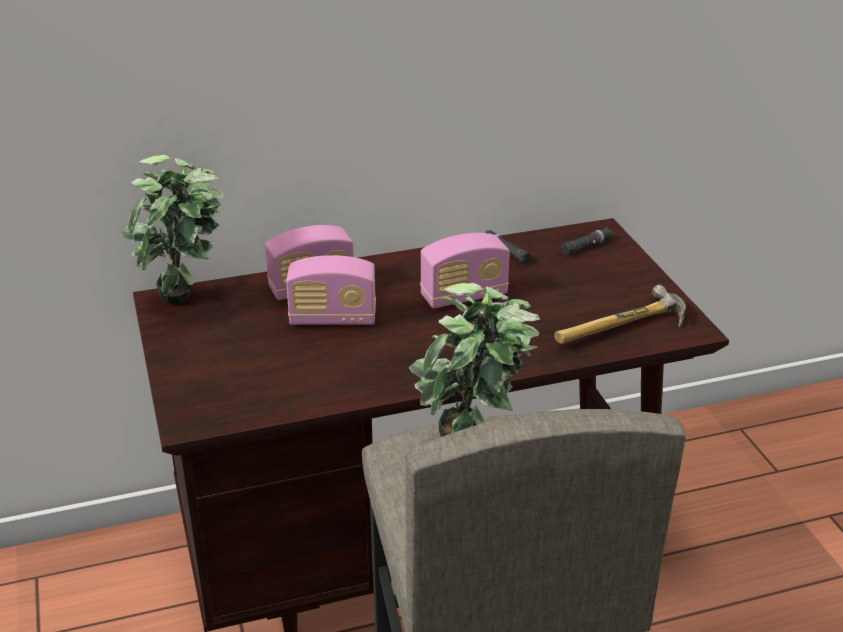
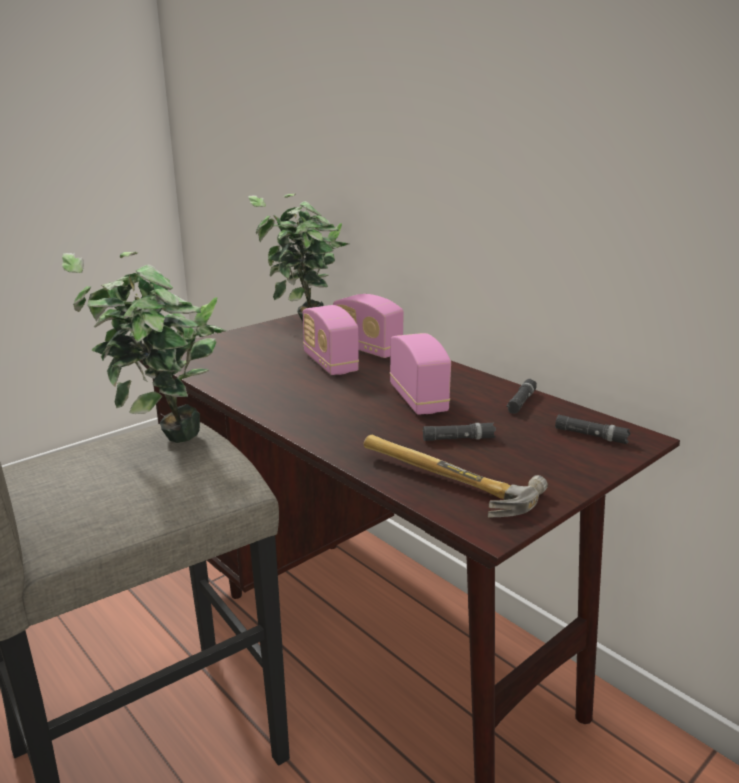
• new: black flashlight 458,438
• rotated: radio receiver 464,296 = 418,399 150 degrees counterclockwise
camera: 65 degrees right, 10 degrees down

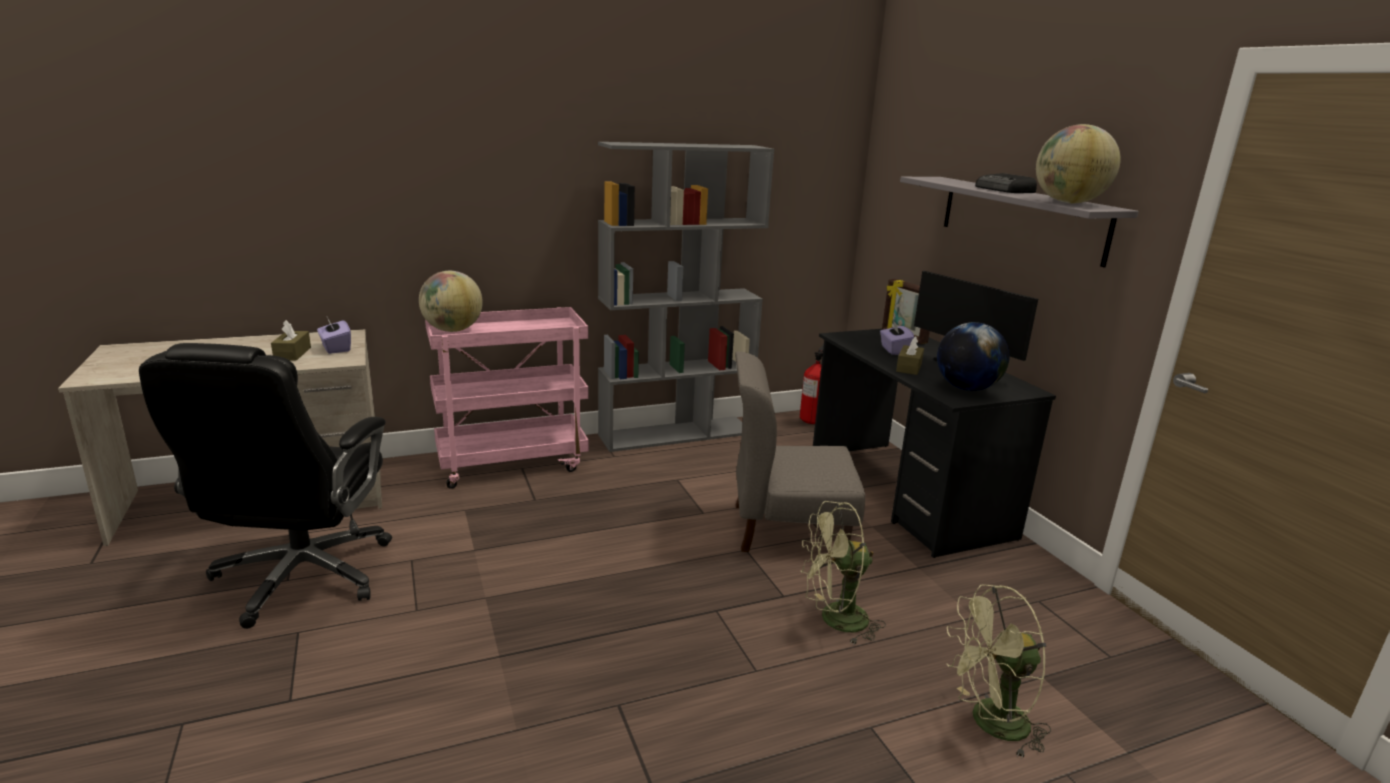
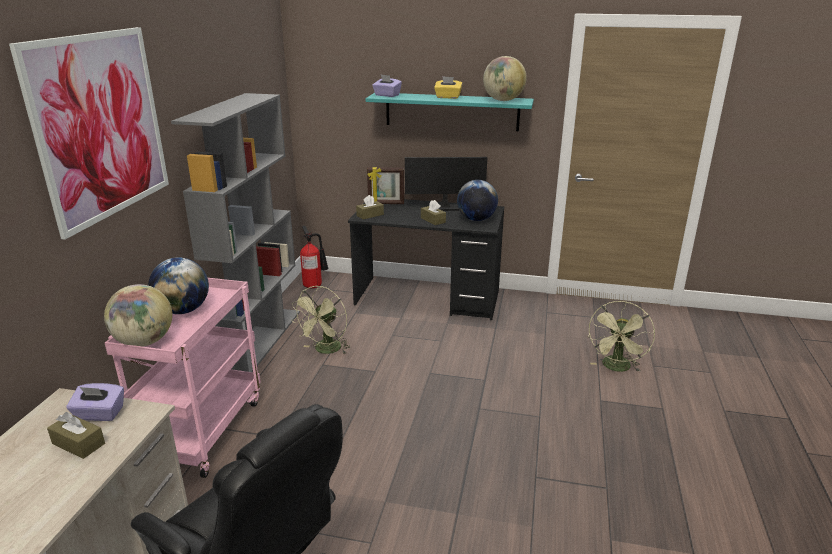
• gone: greyish upright chair 787,528
• new: wall picture 101,126
• new: world globe 183,310
• new: brownish box of tissues 370,215
• shifted: greenish cooling fan 834,620 to 325,350
• shifted: purple box of tissues 894,350 to 387,95
• swapped: radio receiver 1005,190 to yellow box of tissues 448,97
• repainted: greyish wall shelf 1020,218 to turquoise-coloured wall shelf 451,111
camera: 55 degrees left, 5 degrees up

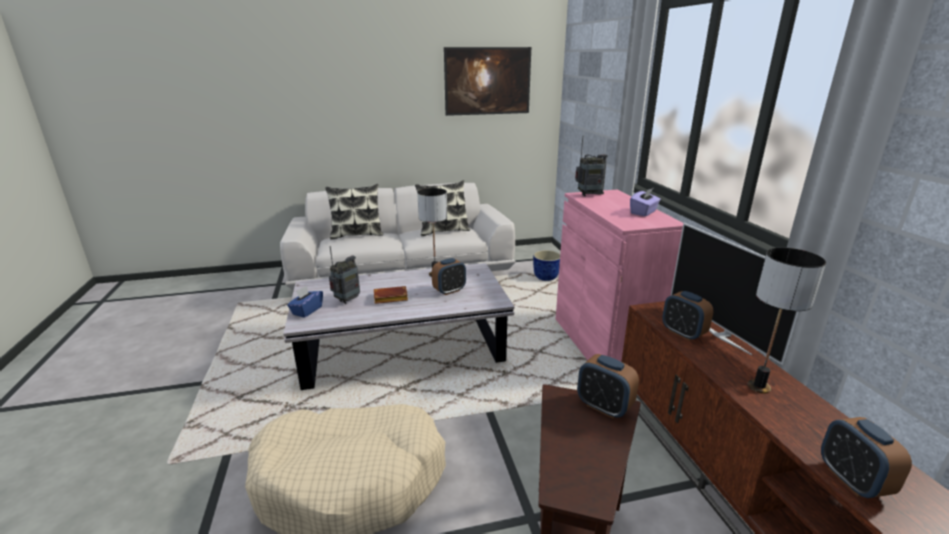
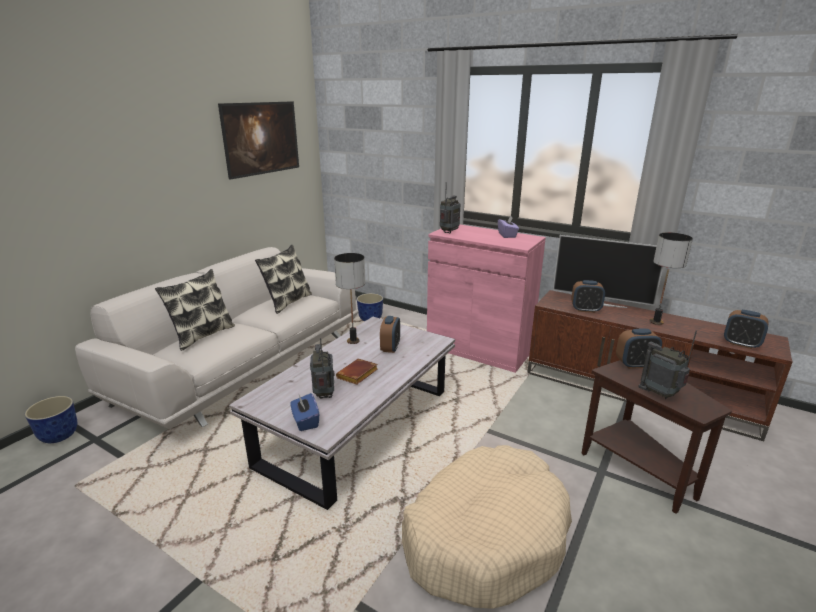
• new: plant pot 59,435
• new: radio receiver 660,394
camera: 45 degrees left, 0 degrees up

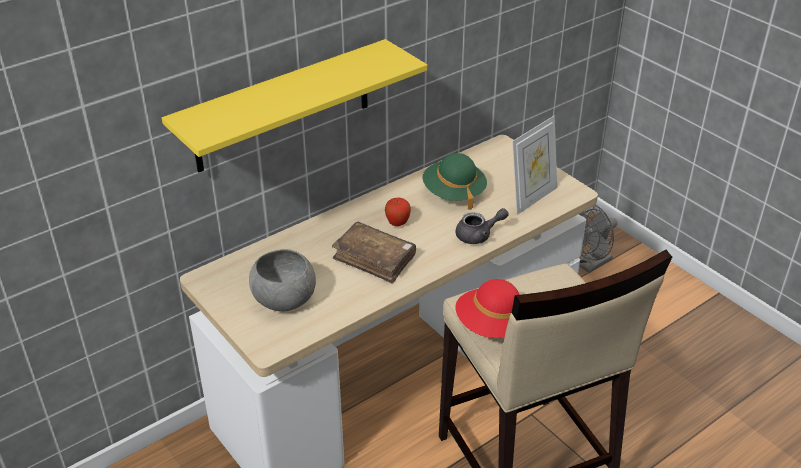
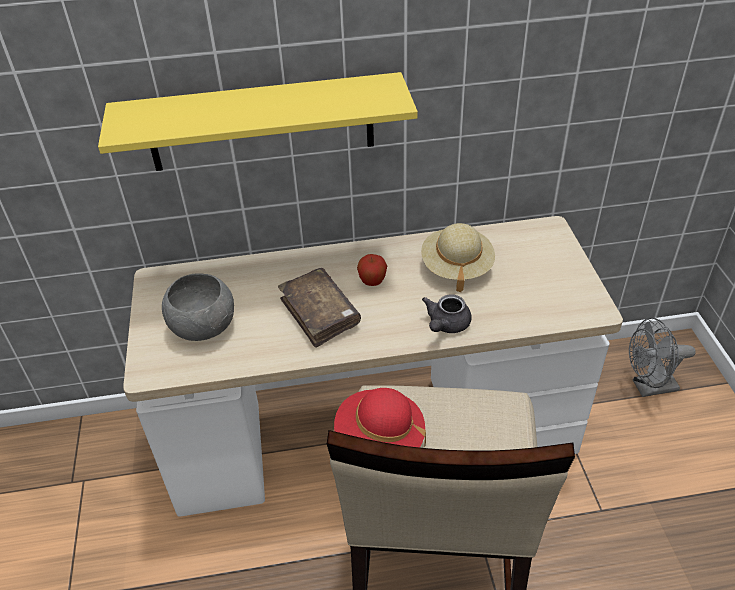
• gone: photo frame 532,198
• repainted: greenish clothing hat 453,193 to beige-coloured clothing hat 456,267
• rotated: greyish teapot 478,235 = 446,325 105 degrees clockwise
camera: 30 degrees right, 5 degrees up

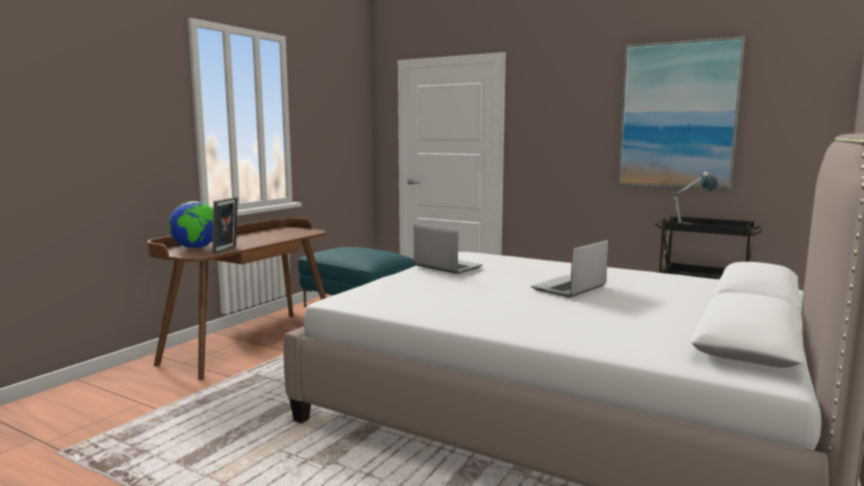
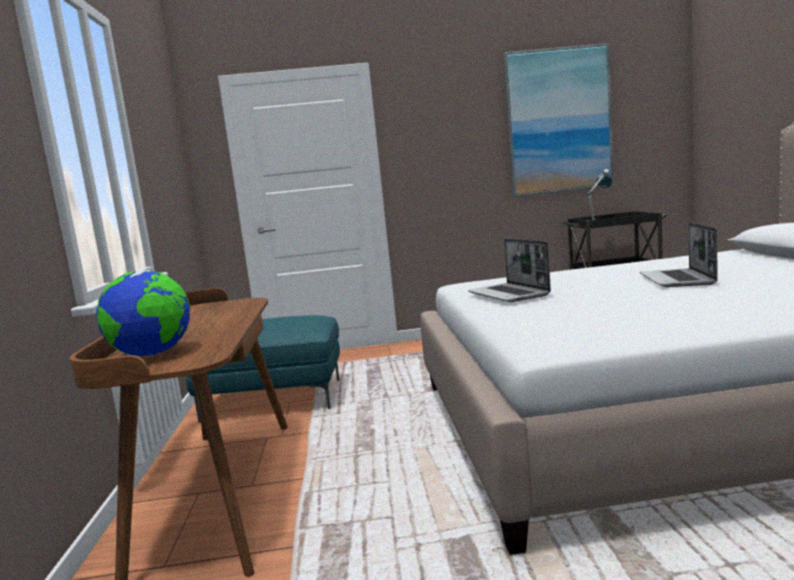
• gone: photo frame 226,250
• rotated: portable computer 446,266 = 509,294 120 degrees counterclockwise
camera: 35 degrees left, 0 degrees up

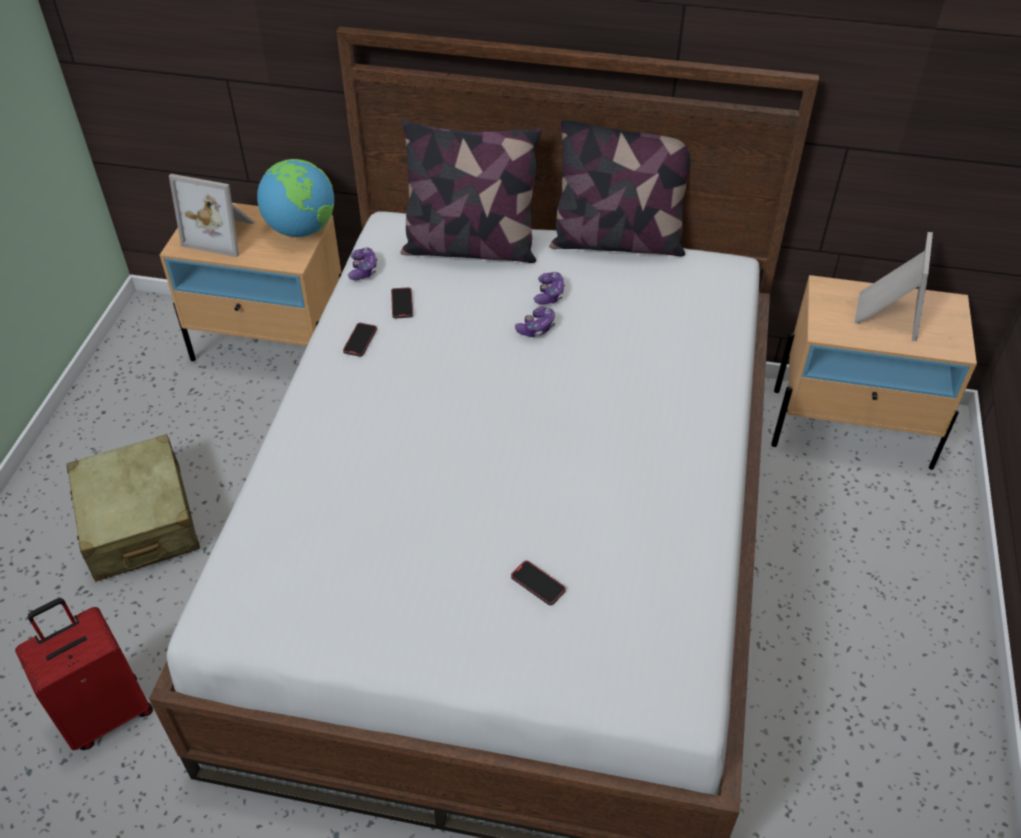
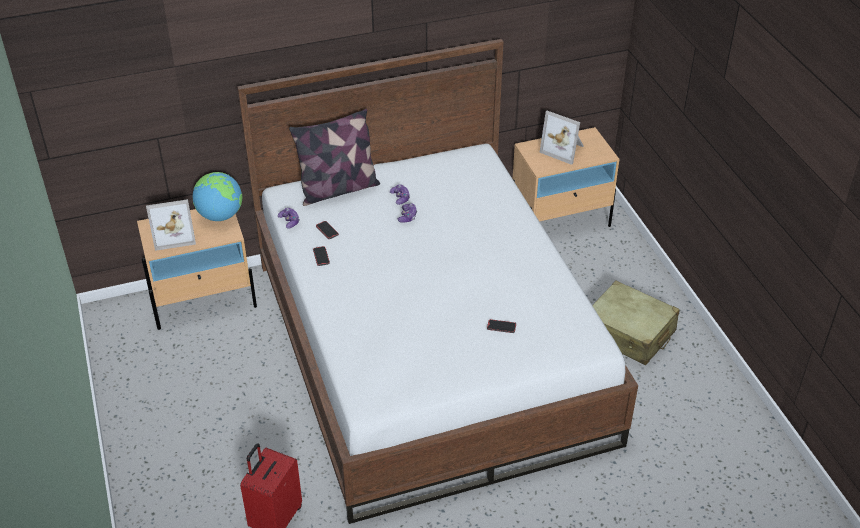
• gone: pillow 617,241
• shifted: beige-coloured travel case 139,522 to 629,333
• rotated: photo frame 886,313 = 564,149 135 degrees clockwise
camera: 30 degrees left, 5 degrees down

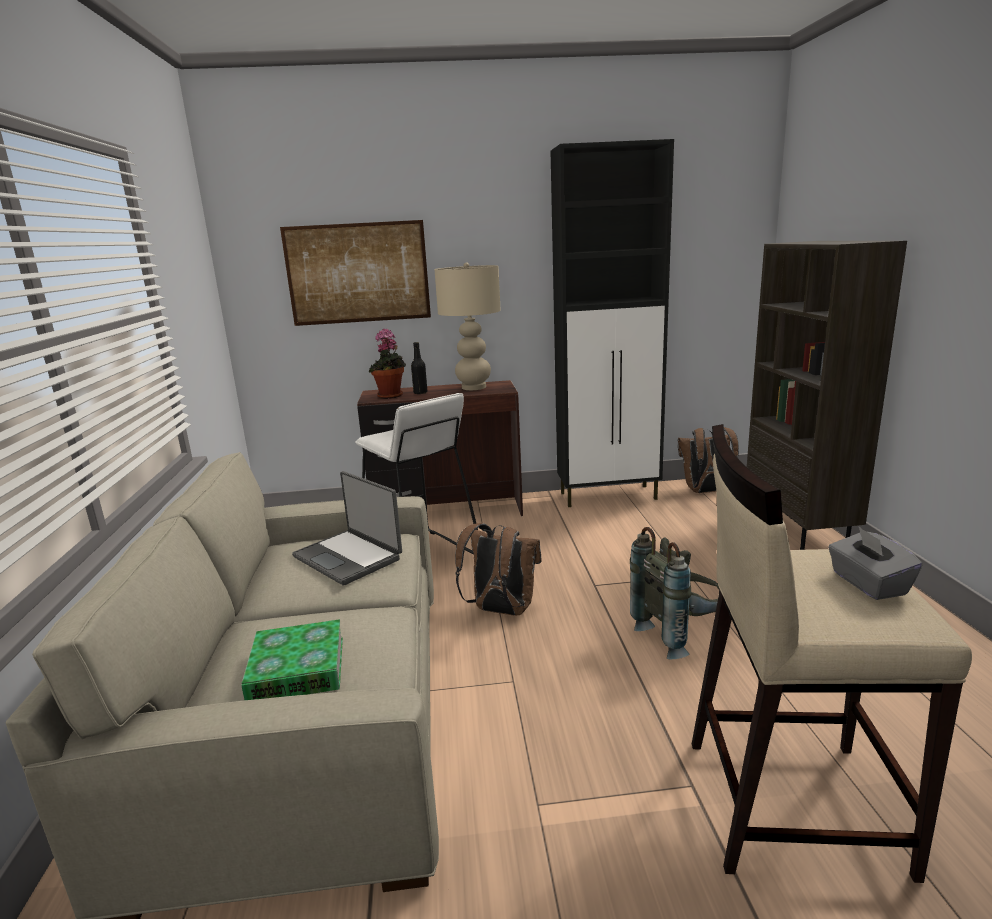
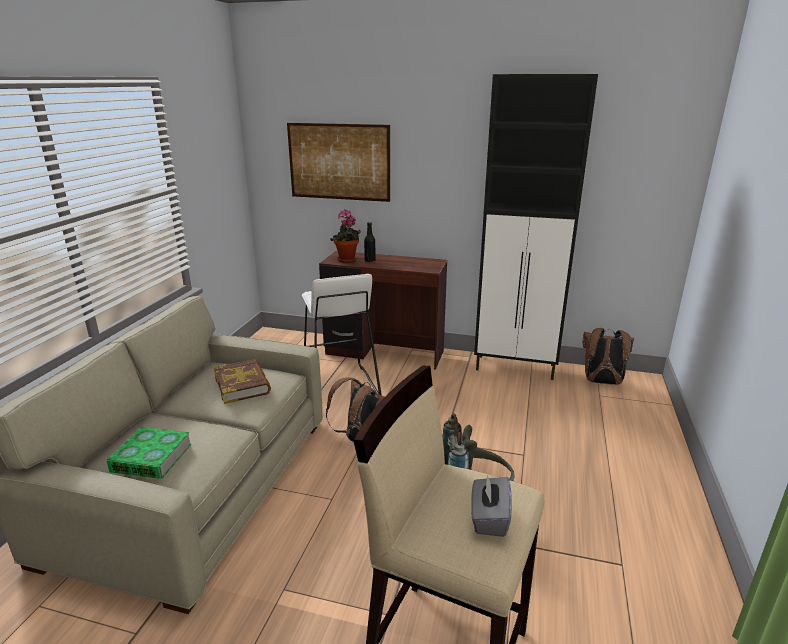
• gone: beige-coloured tabletop lamp 473,387
• gone: brownish shelving unit 799,530
• swapped: portable computer 349,557 to bound book 243,385
camera: 20 degrees right, 5 degrees up

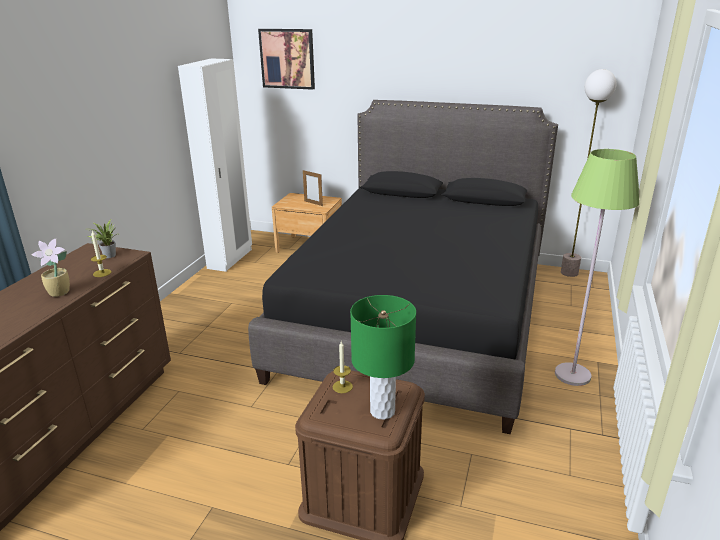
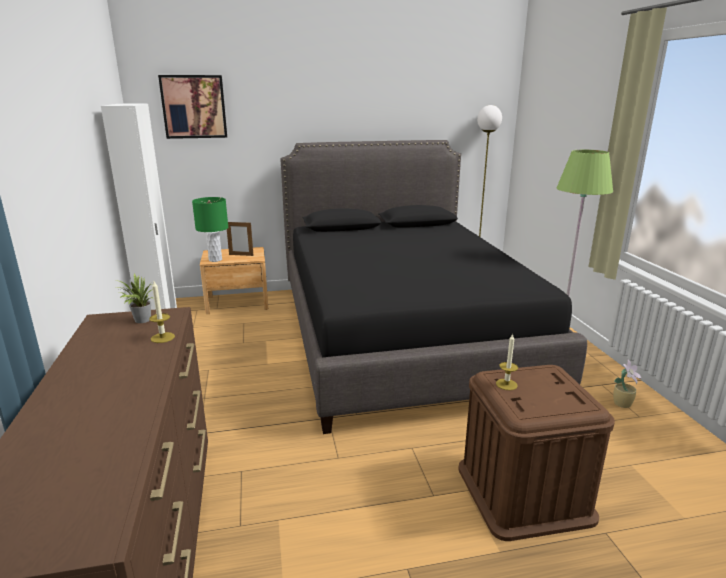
• shifted: houseplant 60,293 to 622,404
• shifted: greenish tabletop lamp 382,411 to 215,260
camera: 30 degrees left, 5 degrees down

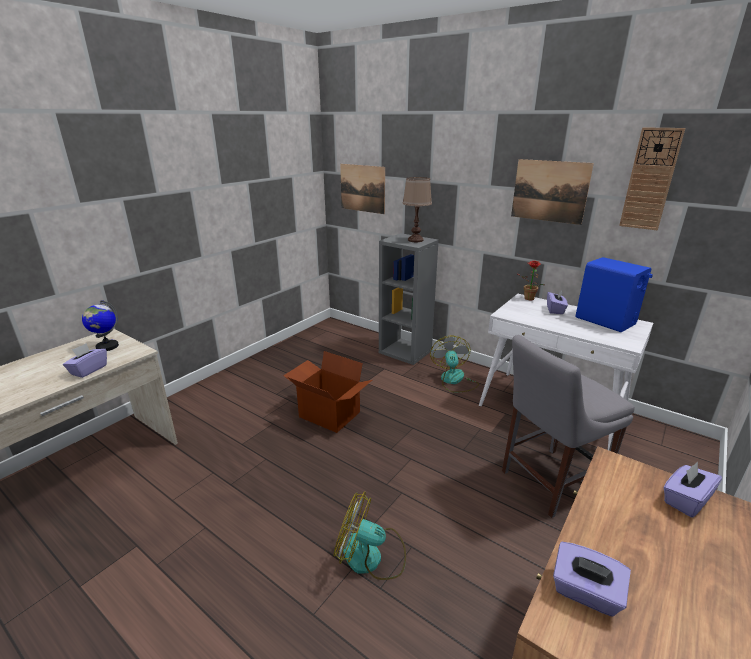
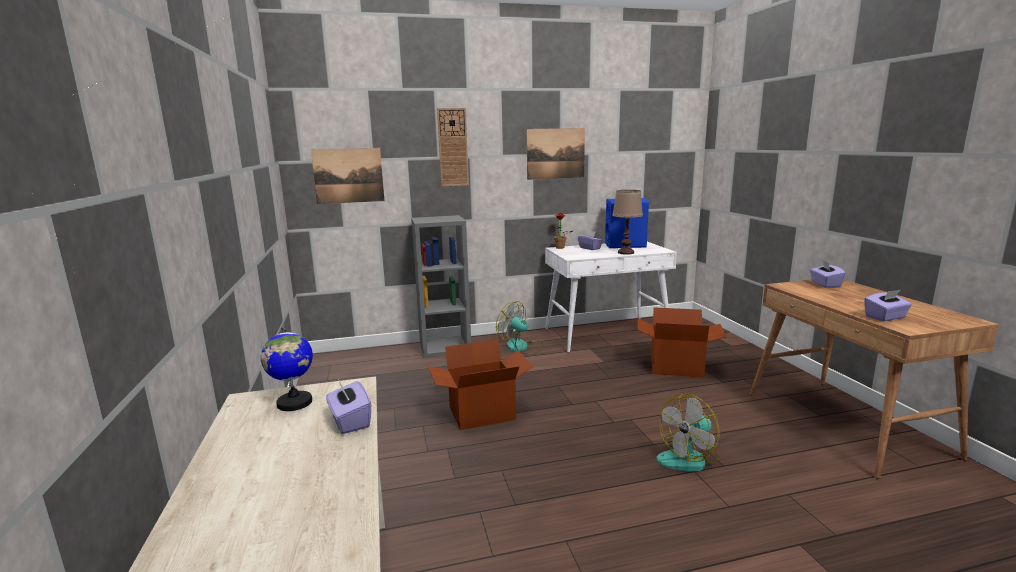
• shifted: brownish tabletop lamp 415,240 to 625,252
• shifted: wall clock 650,179 to 453,147
• swapped: greyish upright chair 547,482 to cardboard box 676,367
camera: 50 degrees left, 10 degrees down

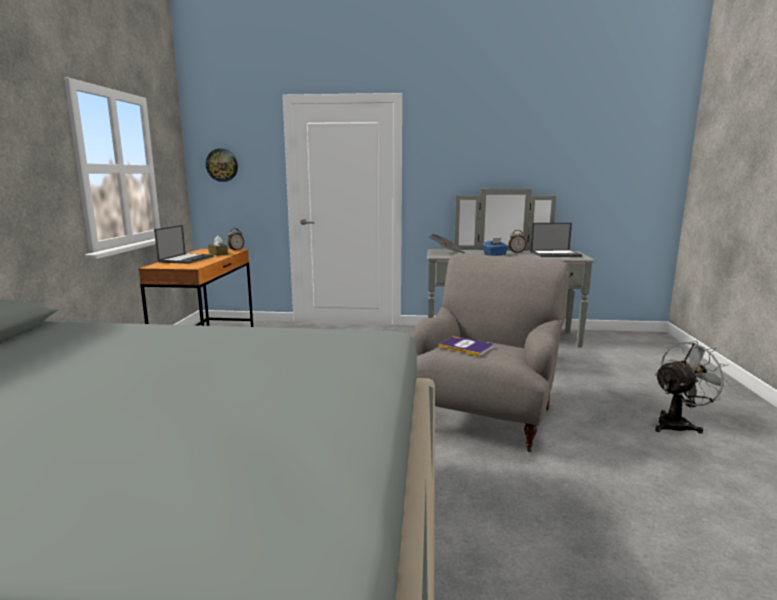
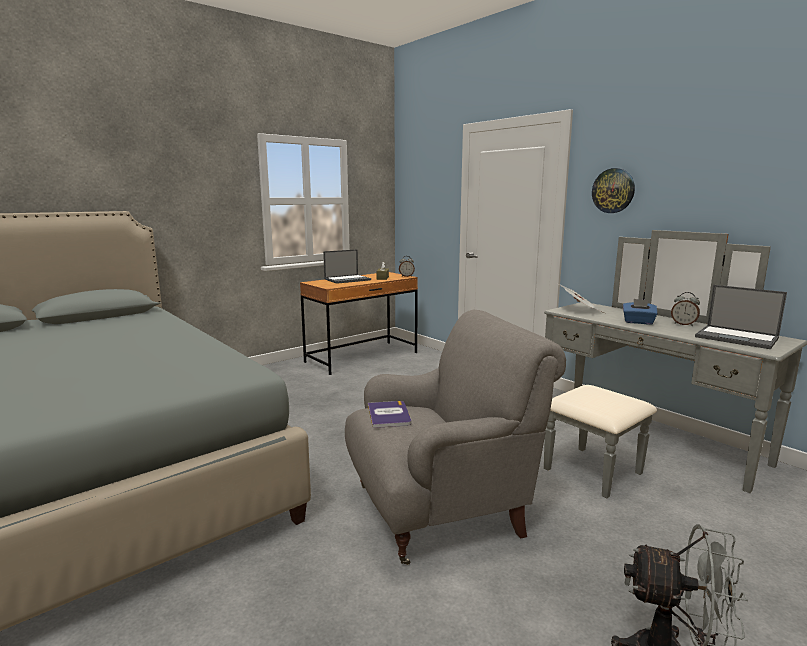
• shifted: wall clock 222,165 to 613,190
camera: 45 degrees right, 0 degrees up

